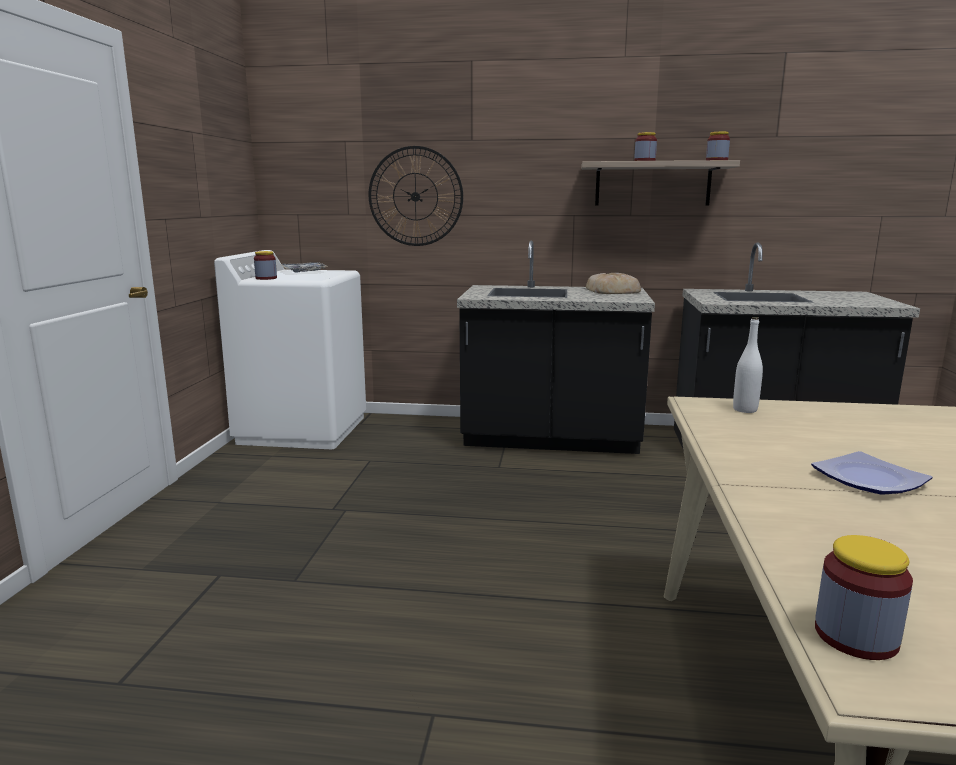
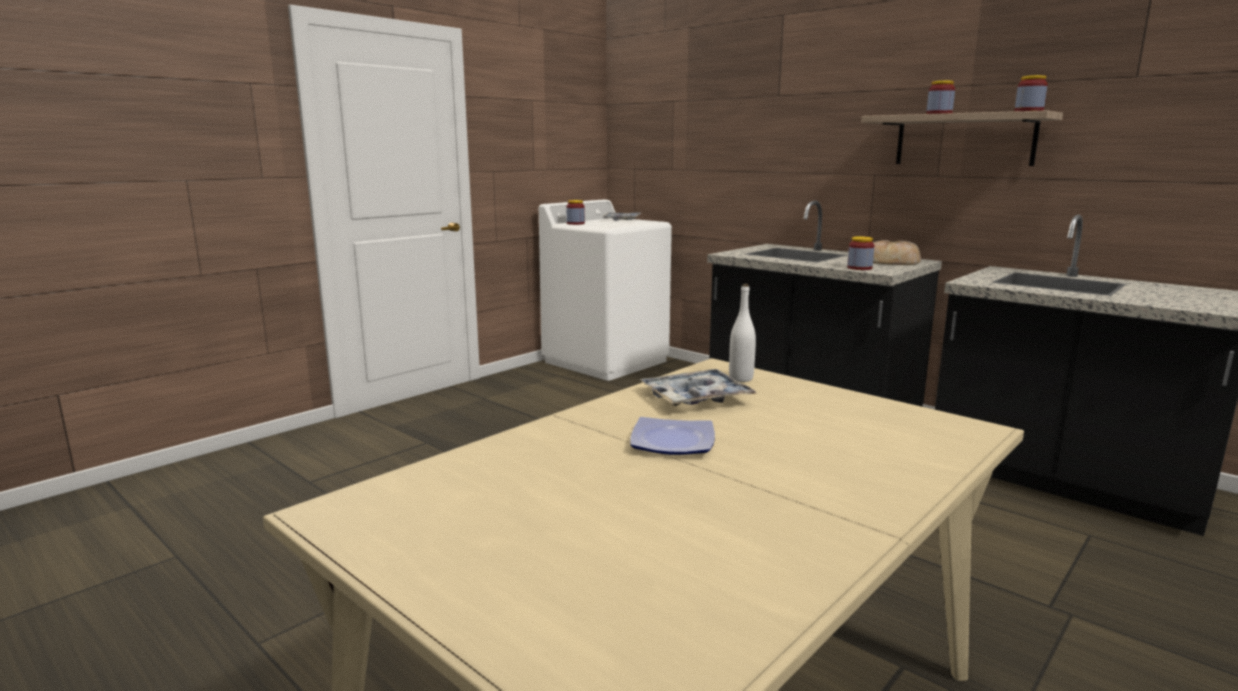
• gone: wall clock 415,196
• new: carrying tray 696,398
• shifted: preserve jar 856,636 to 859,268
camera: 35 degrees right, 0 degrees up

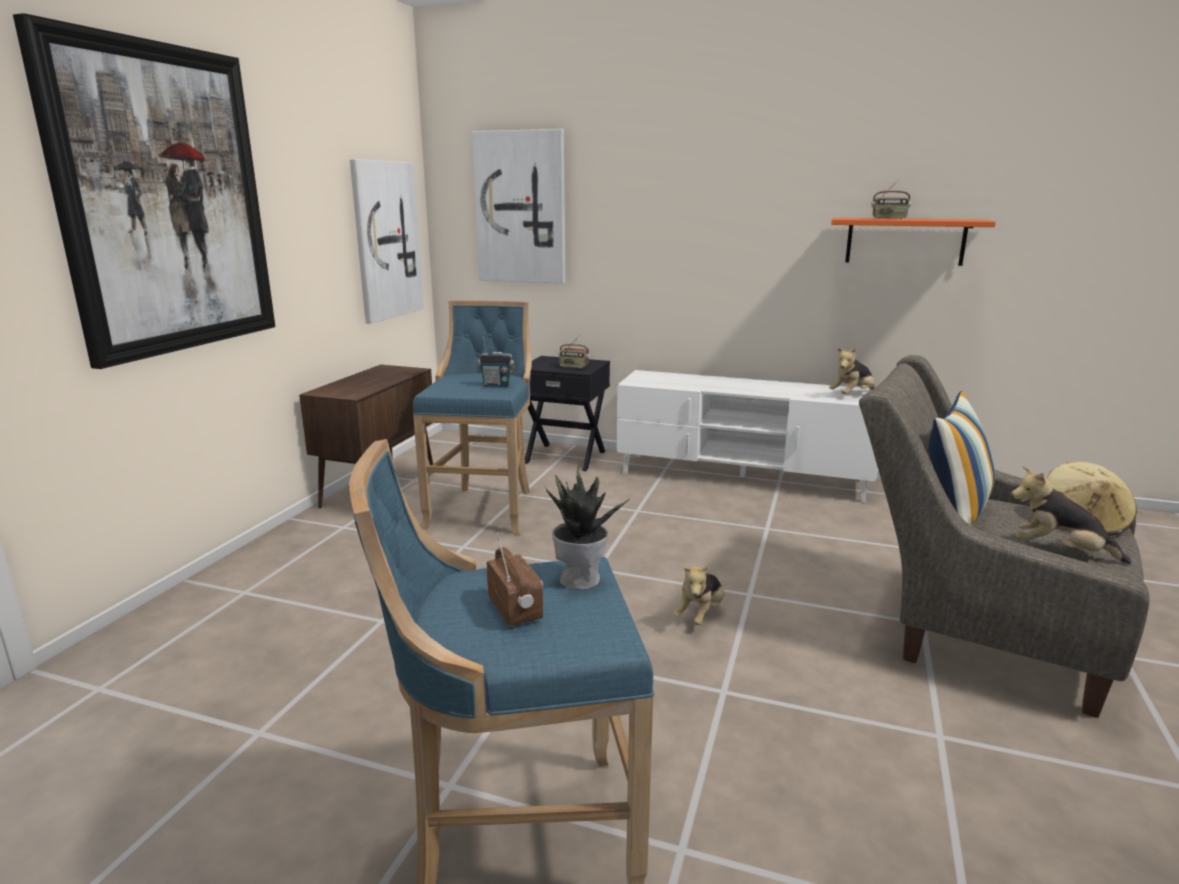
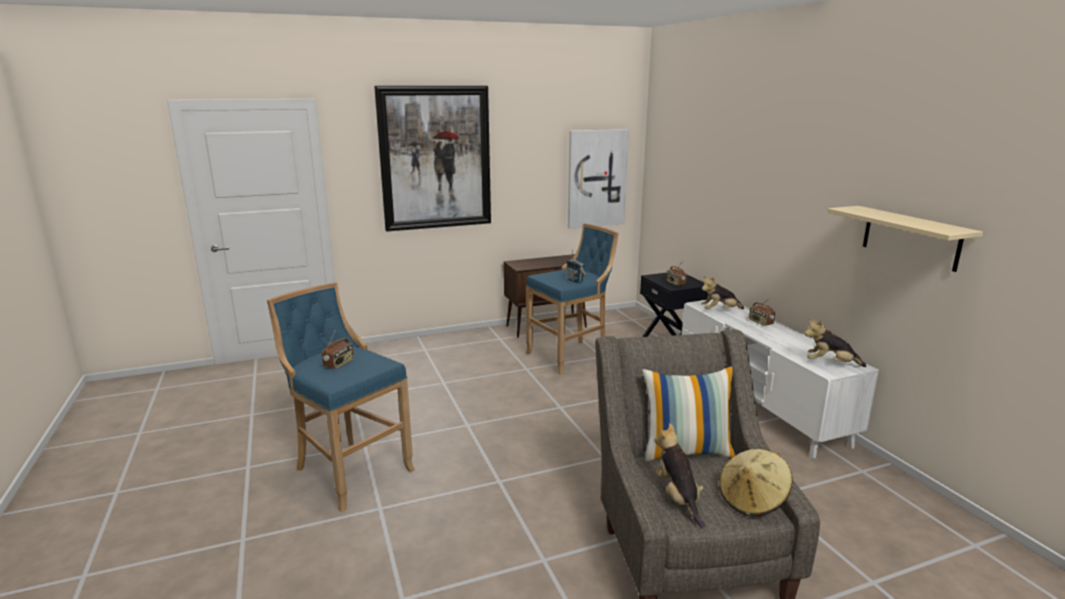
• gone: wall picture 520,208
• gone: houseplant 581,578
• shifted: soft toy 700,614 to 719,311
• shifted: radio receiver 889,218 to 760,322
• repainted: orange wall shelf 905,241 to beige-coloured wall shelf 910,237
camera: 50 degrees right, 0 degrees up

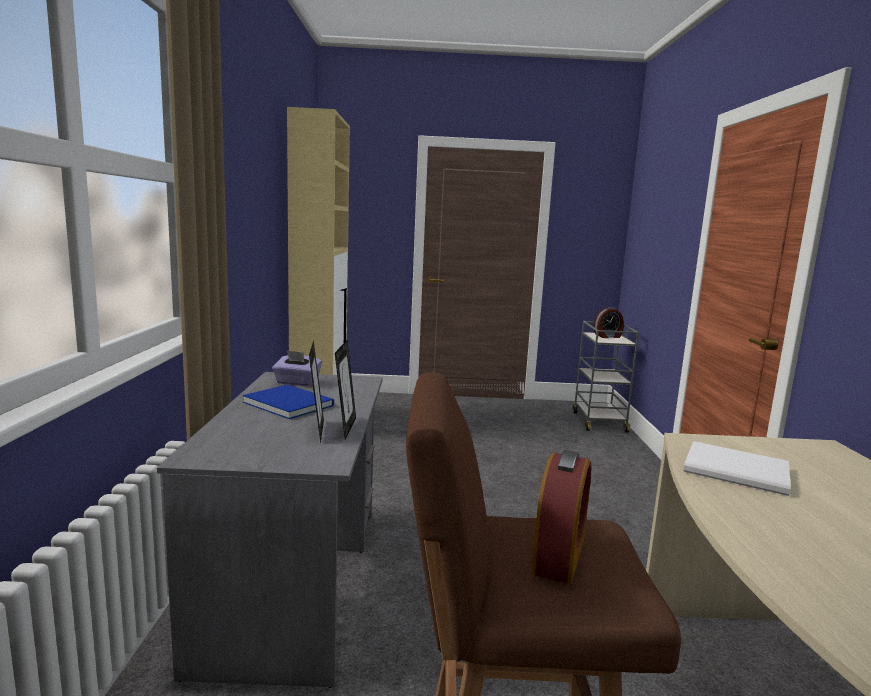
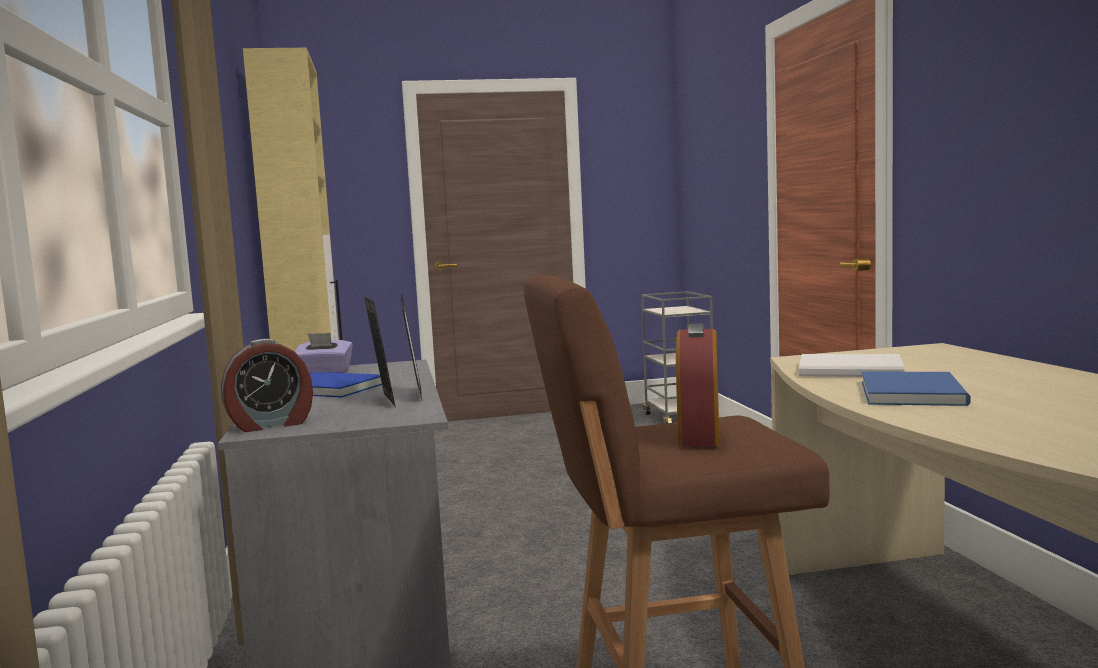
• new: bluish bound book 914,392
• shifted: alarm clock 608,336 to 271,424
camera: 10 degrees left, 5 degrees down

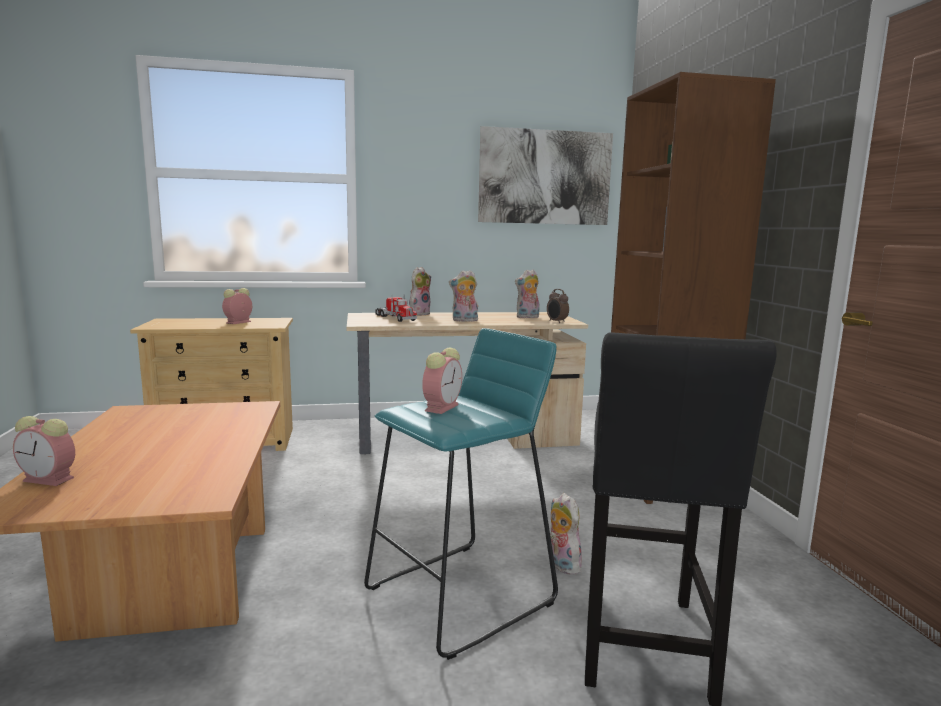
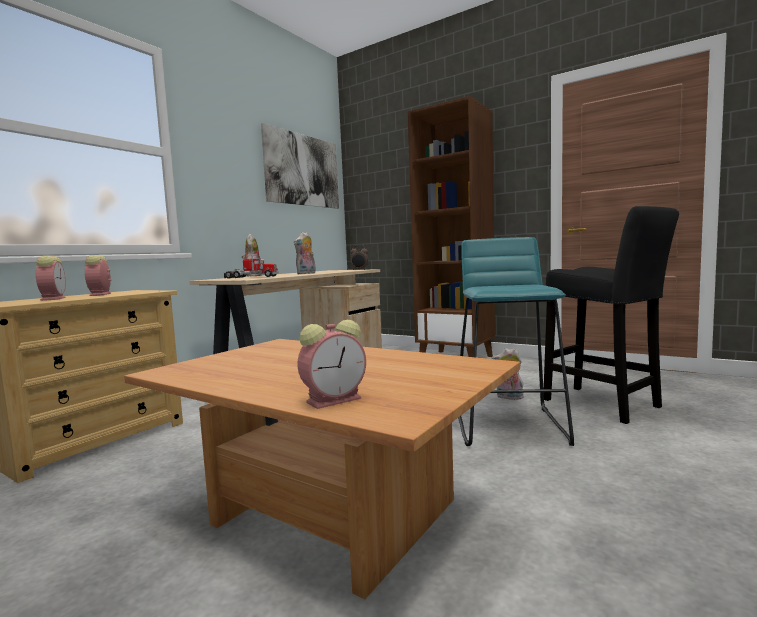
• gone: soft toy 527,317
• shifted: alarm clock 442,407 to 53,299
camera: 45 degrees left, 5 degrees down

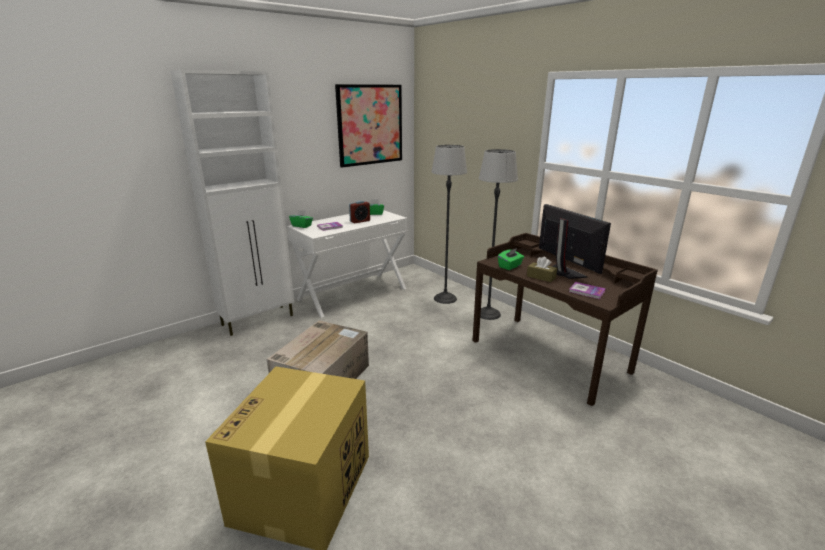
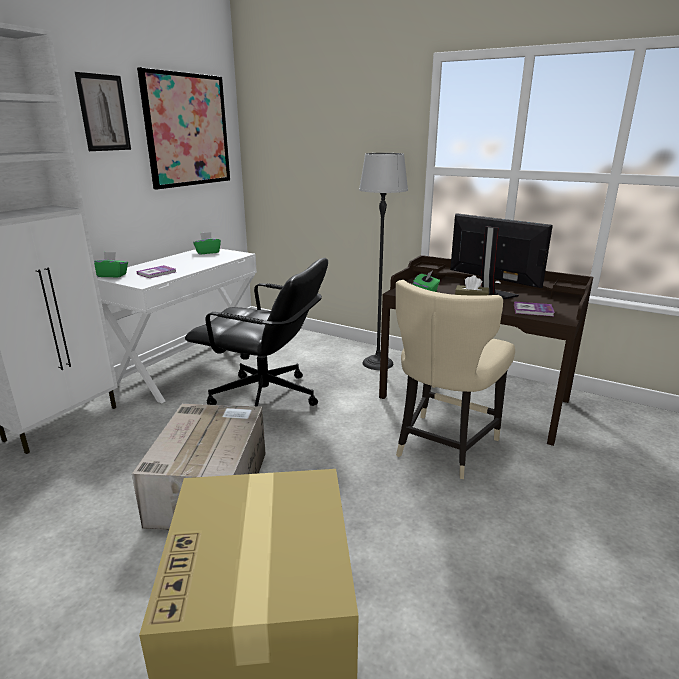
• gone: alarm clock 360,221
• gone: standard lamp 445,298
• new: wall picture 104,113
• new: black desk chair 265,398
• new: beige-coloured upright chair 443,447
camera: 20 degrees left, 0 degrees up

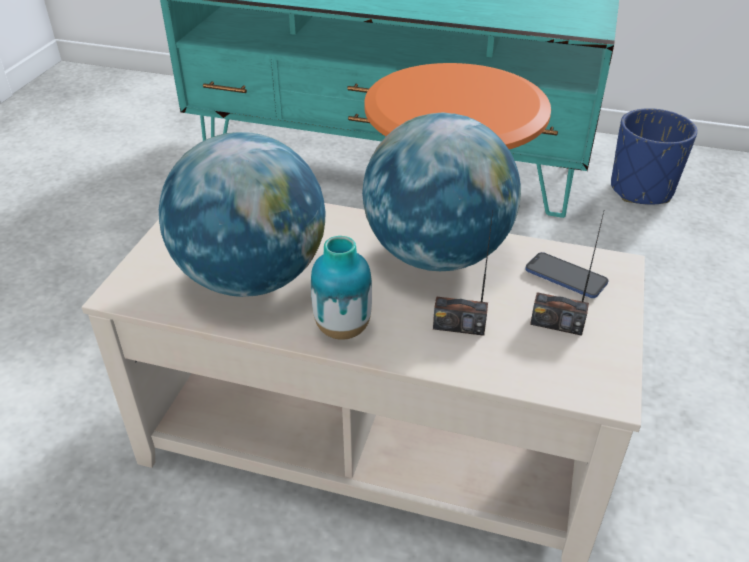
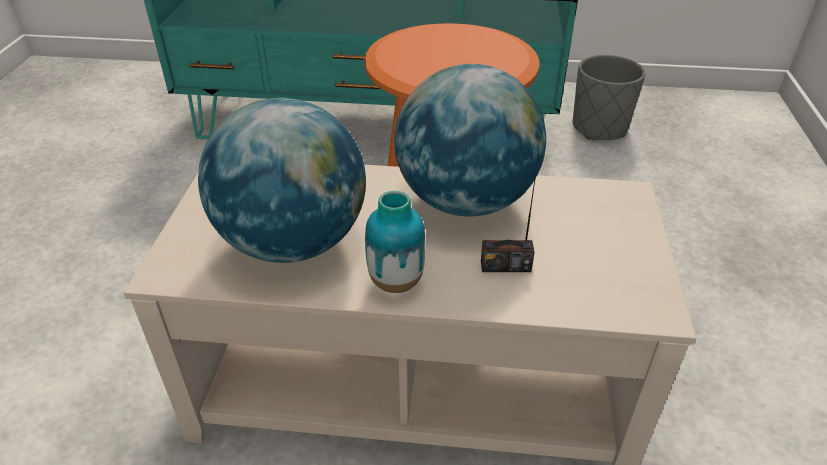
• gone: handset 565,277
• gone: radio receiver 557,324
• repainted: bluish plant pot 641,190 to greyish plant pot 599,128
camera: 10 degrees left, 0 degrees up

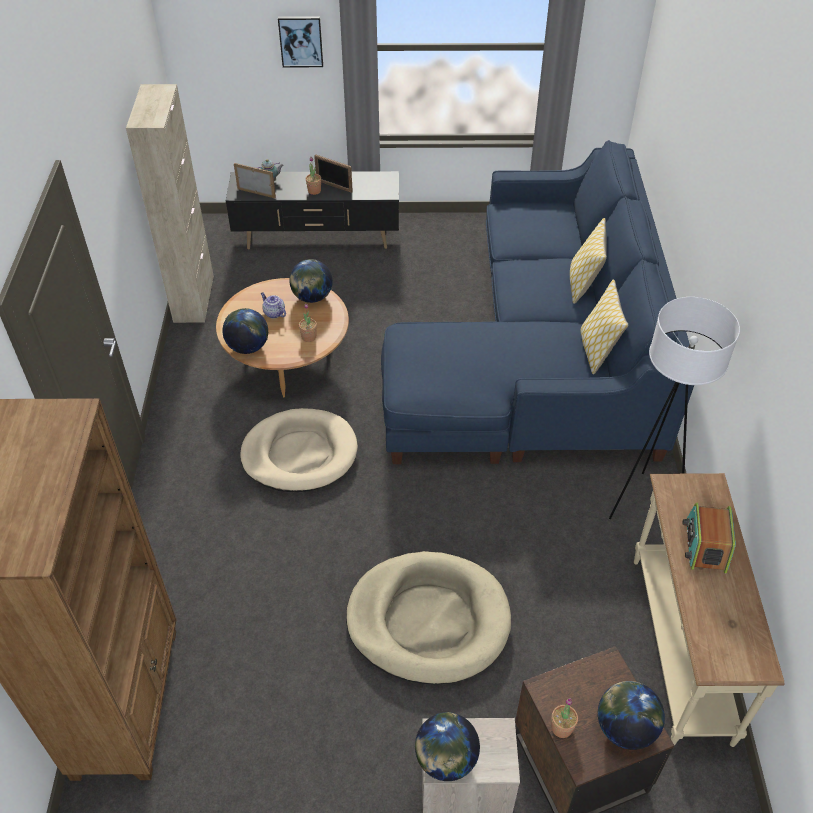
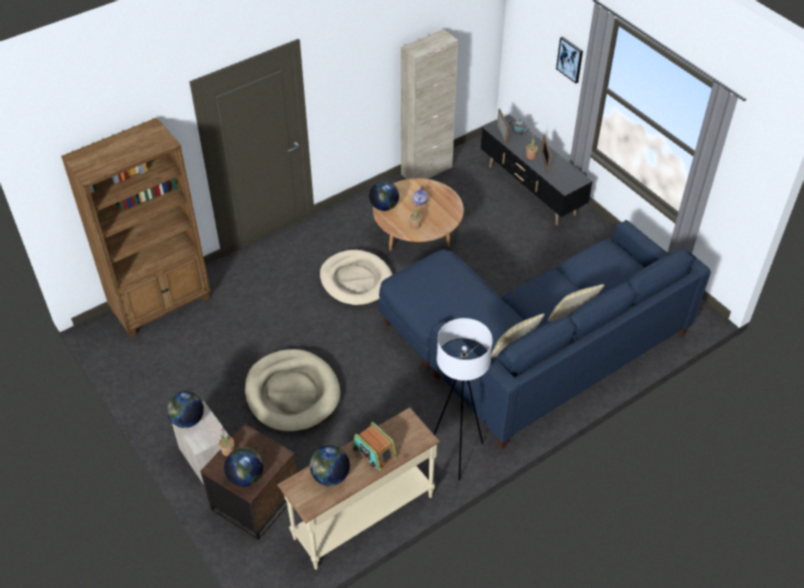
• shifted: world globe 312,297 to 330,476
• rotated: radio receiver 705,545 = 374,452 105 degrees counterclockwise
camera: 55 degrees right, 0 degrees up

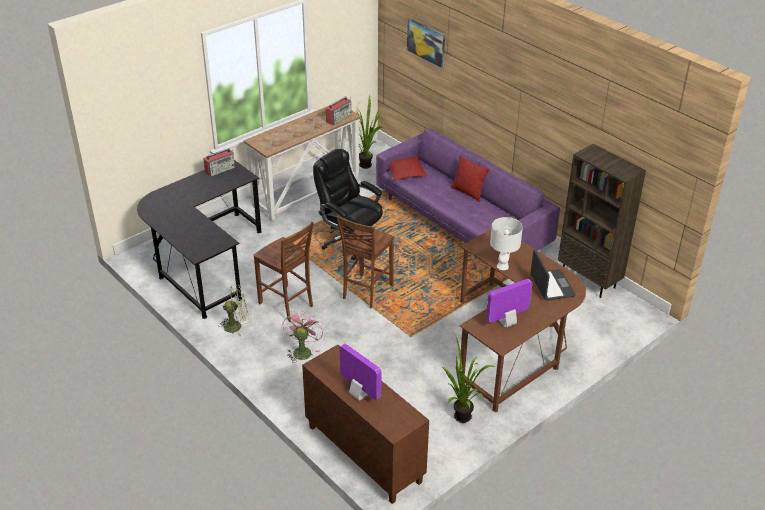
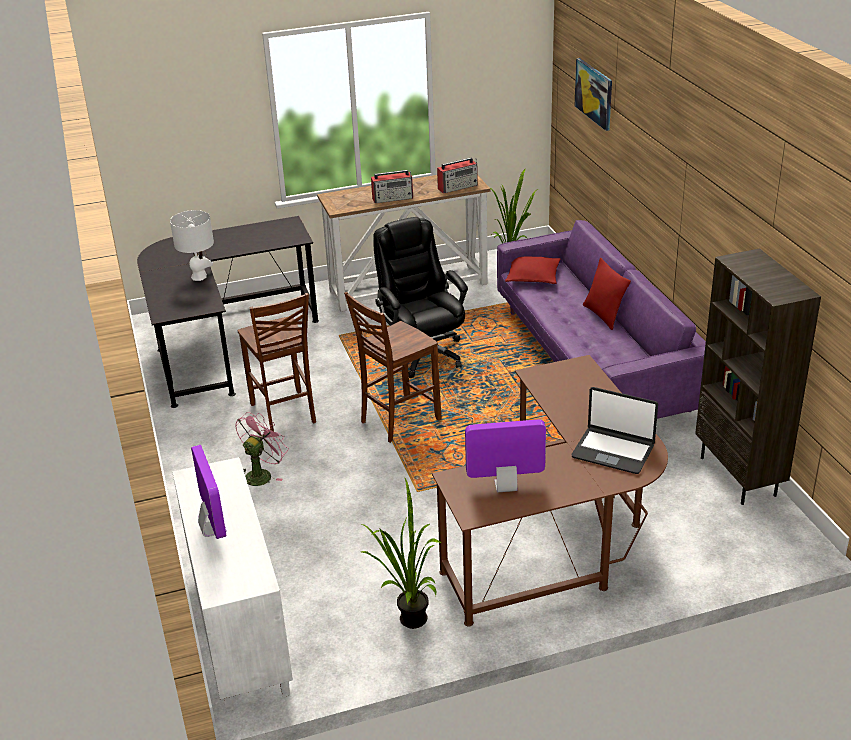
• gone: greenish cooling fan 237,326
• shifted: radio receiver 220,170 to 393,198
• shifted: white tabletop lamp 503,266 to 199,277
• repainted: brownish storage cabinet 363,454 to white storage cabinet 239,630
• rotated: portable computer 551,286 = 613,451 105 degrees clockwise
camera: 25 degrees right, 5 degrees down

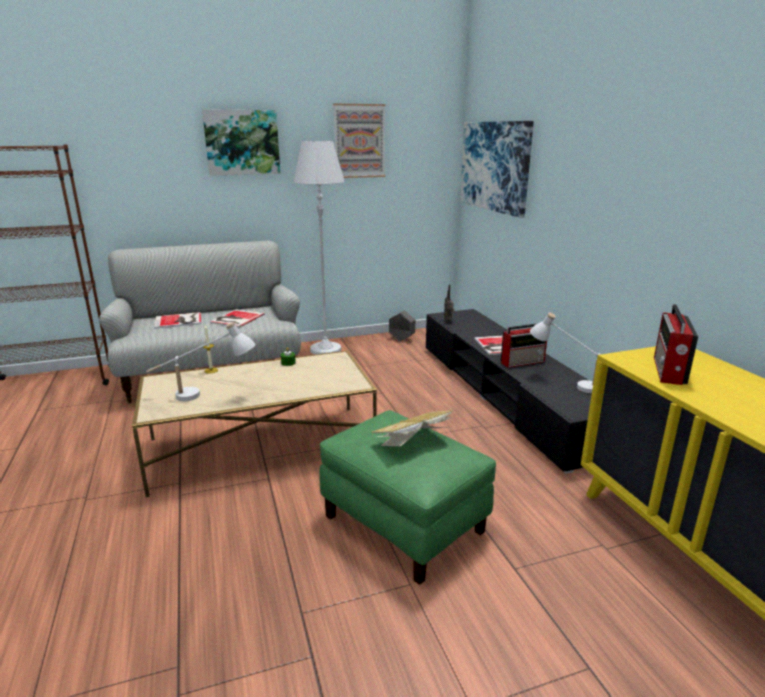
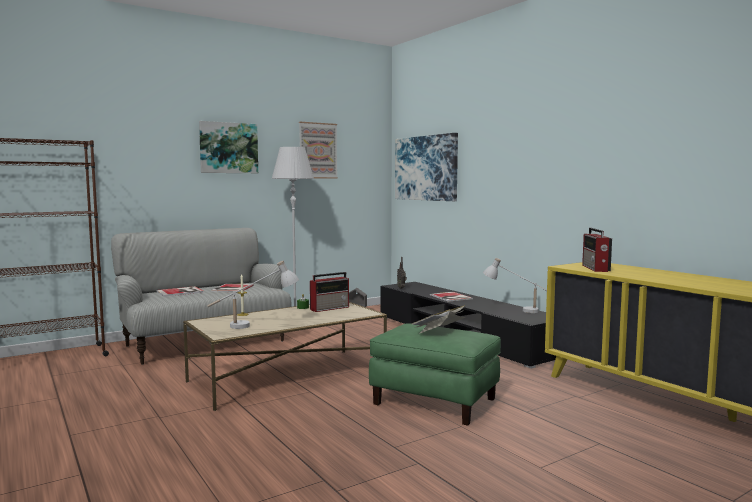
• shifted: radio receiver 523,362 to 330,308
camera: 15 degrees left, 15 degrees down

